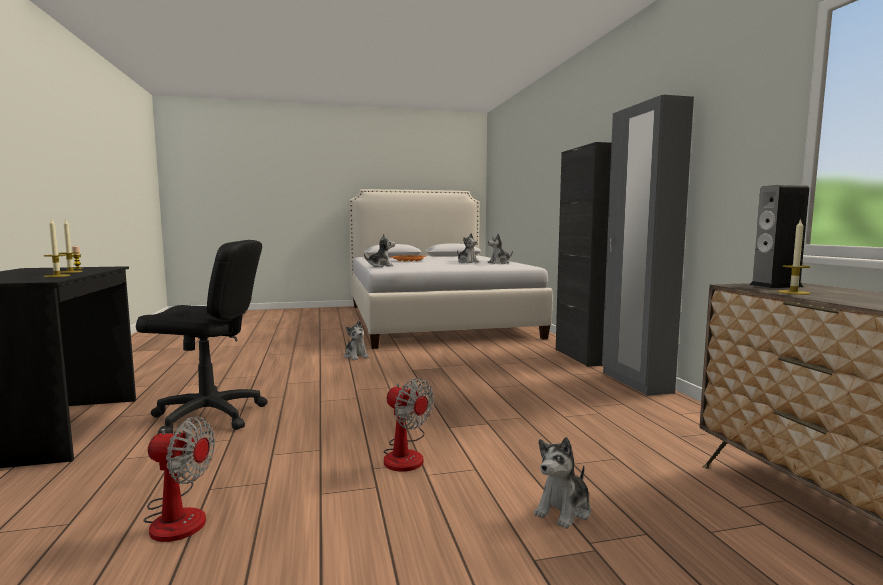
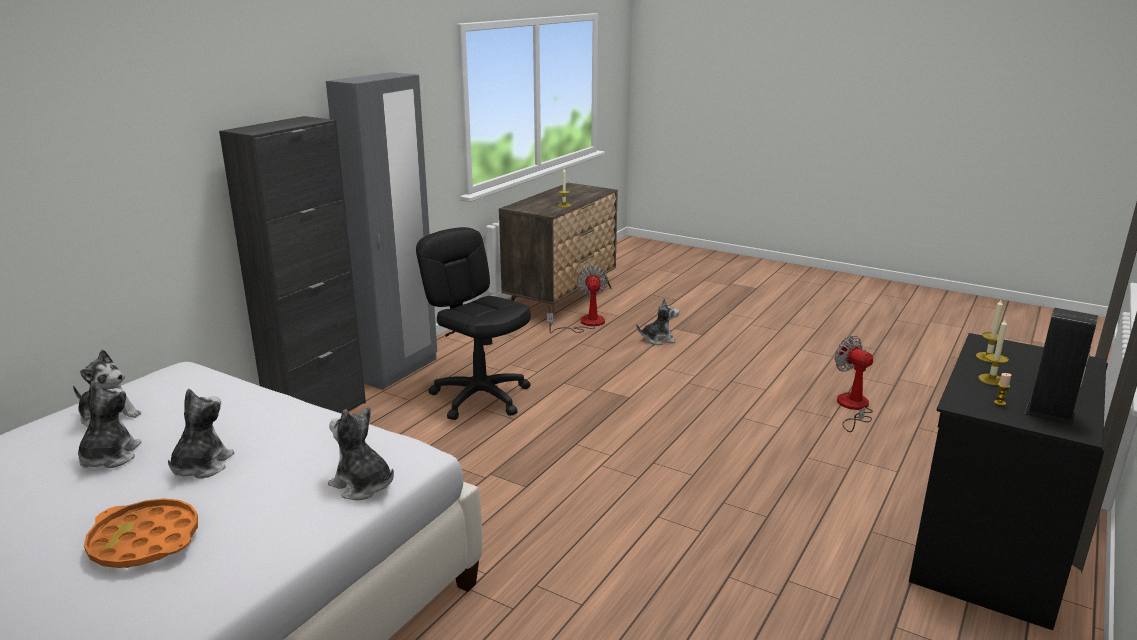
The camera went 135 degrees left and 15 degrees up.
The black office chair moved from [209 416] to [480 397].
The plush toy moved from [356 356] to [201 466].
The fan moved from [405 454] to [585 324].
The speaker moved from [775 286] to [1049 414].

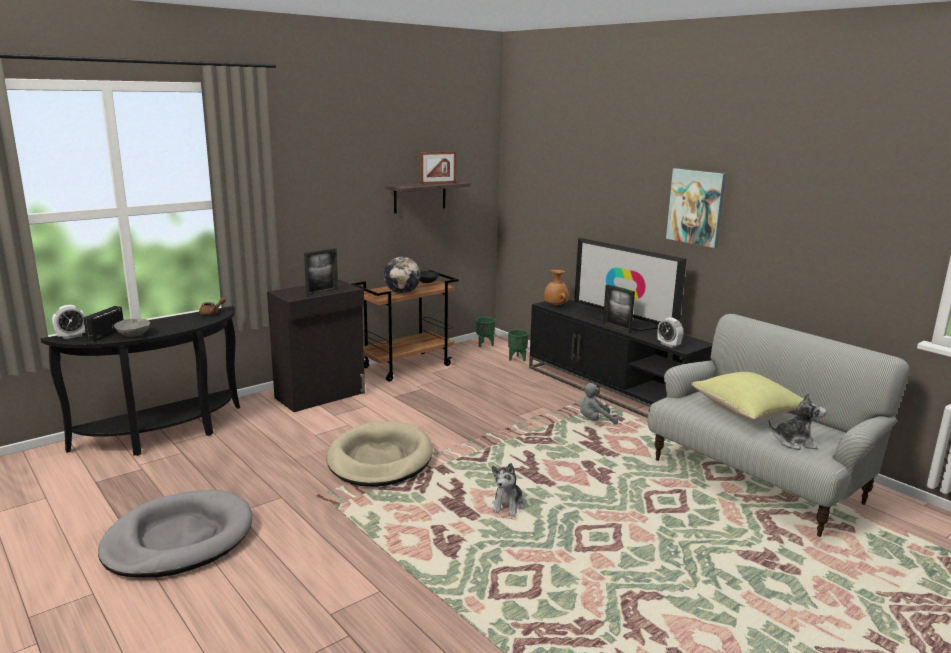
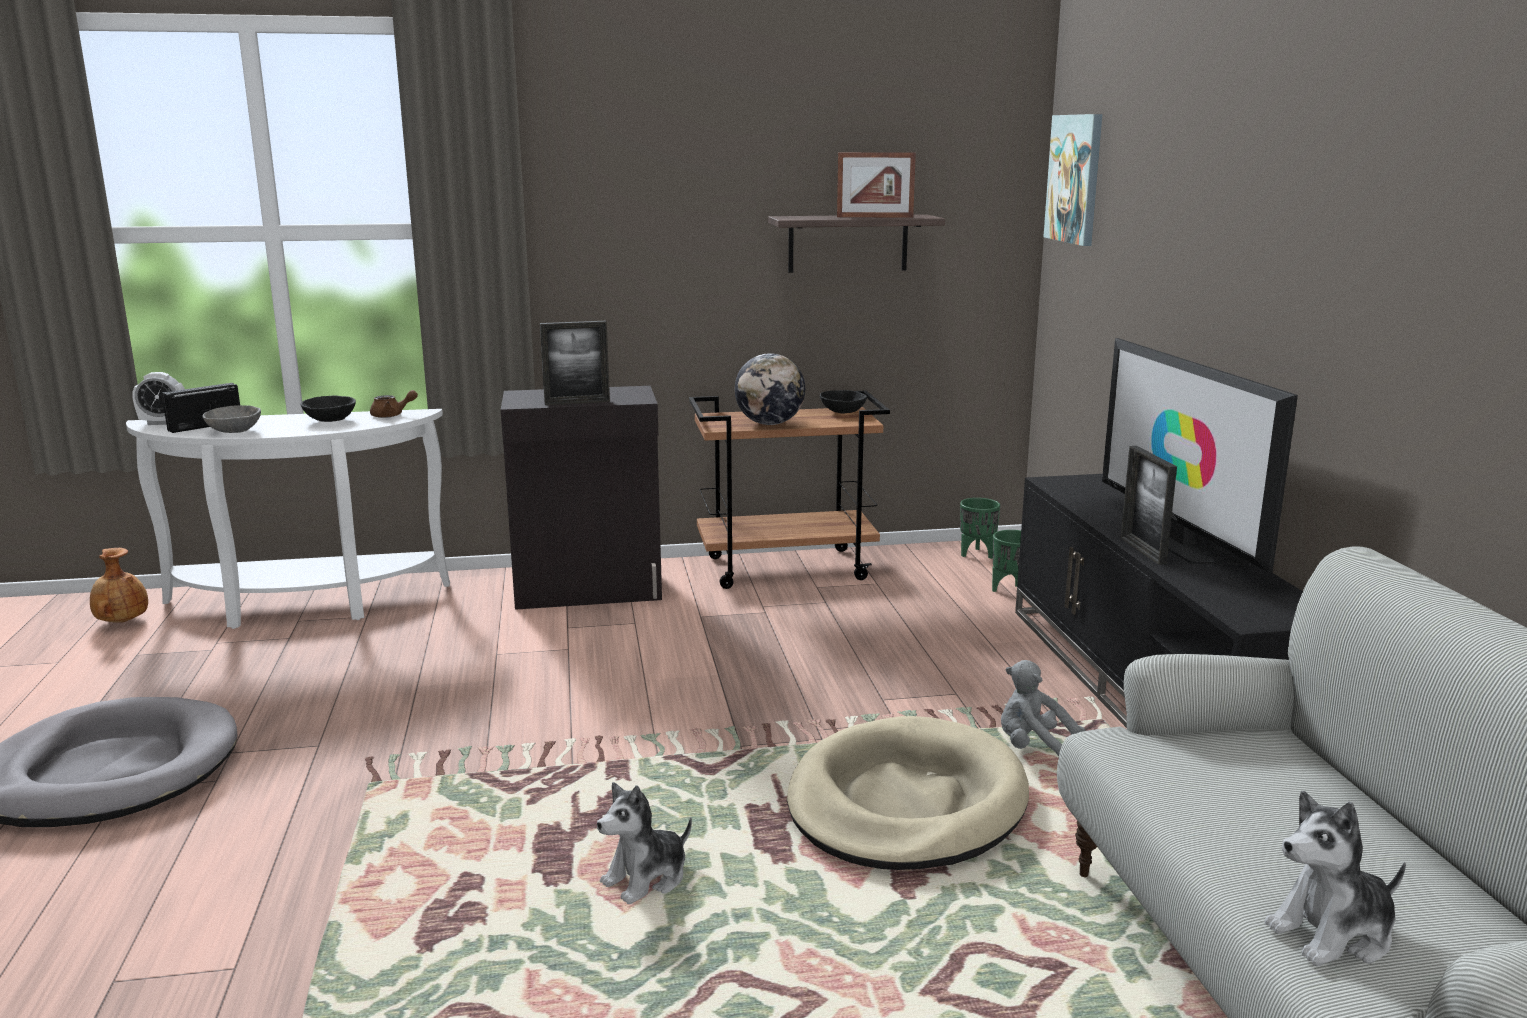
The camera went 30 degrees right and 0 degrees up.
The alarm clock at [668 345] disappeared.
The yellow pillow at [749 411] disappeared.
The black bowl at [329 420] appeared.
The beige dog bed moved from [380 459] to [906 803].
The brown vase moved from [555 305] to [121 622].
The picture moved from [696 207] to [1075 179].
The black console table at [165 435] became the white console table at [303 606].
The plush toy at [794 442] turned 120 degrees clockwise.

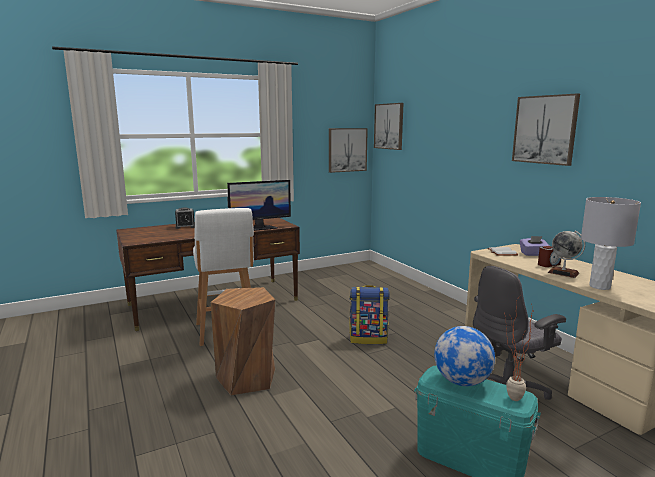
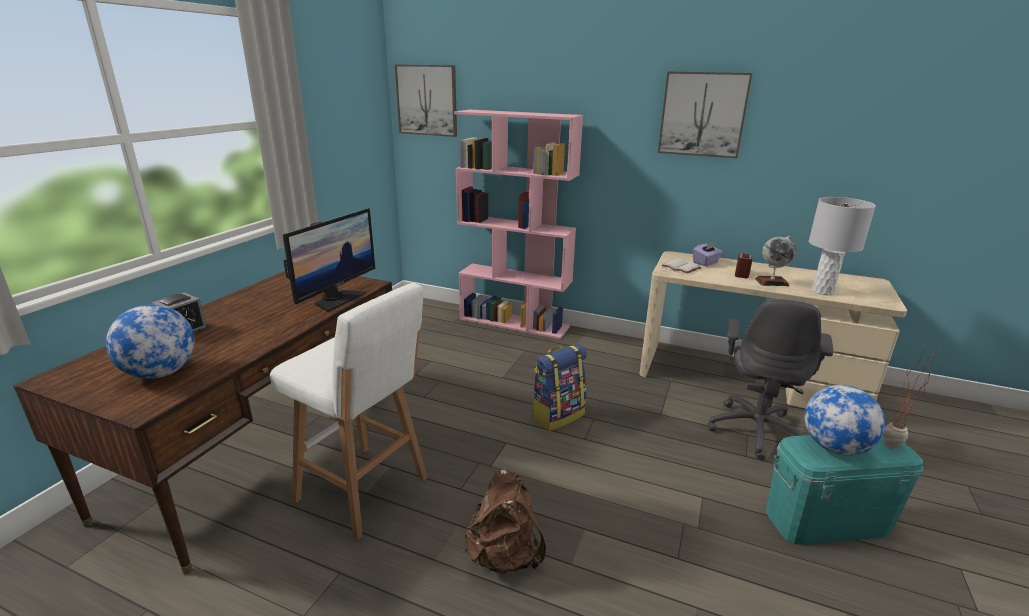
The camera went 40 degrees left and 10 degrees up.
The picture at [347 150] disappeared.
The globe at [161 373] appeared.
The pink bookcase at [515 322] appeared.
The brown stool at [247 378] was replaced by the brown backpack at [504 556].

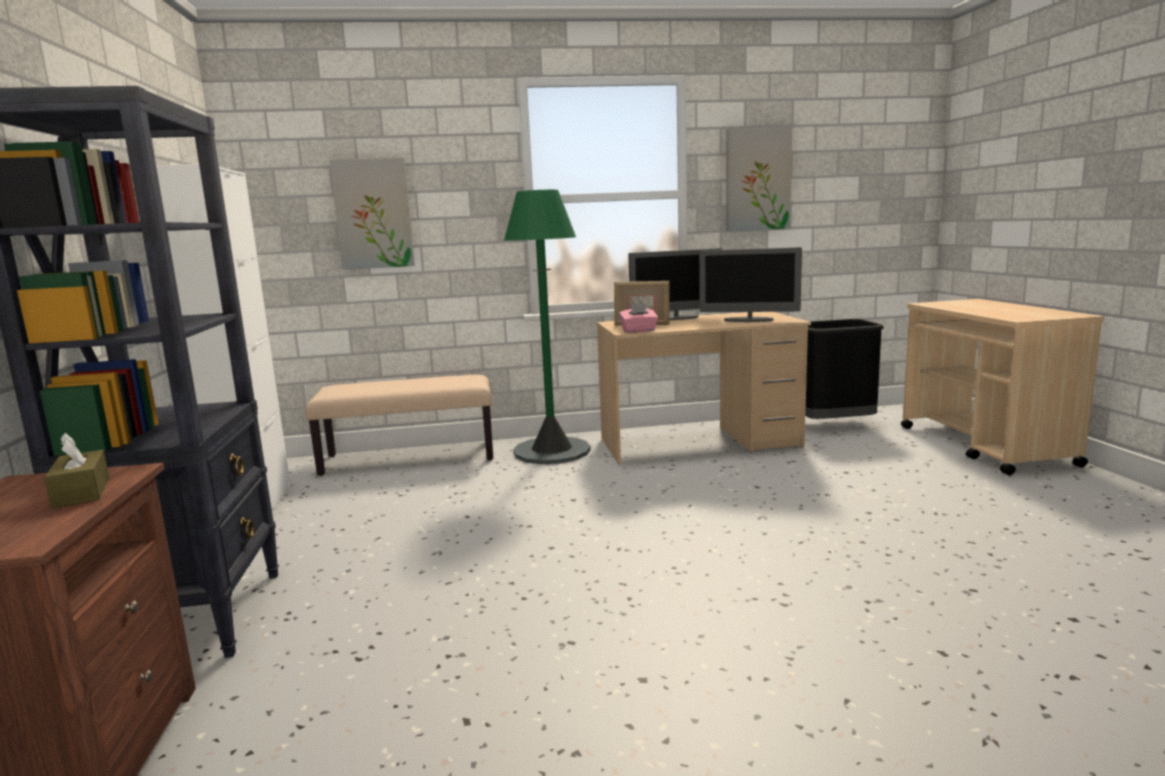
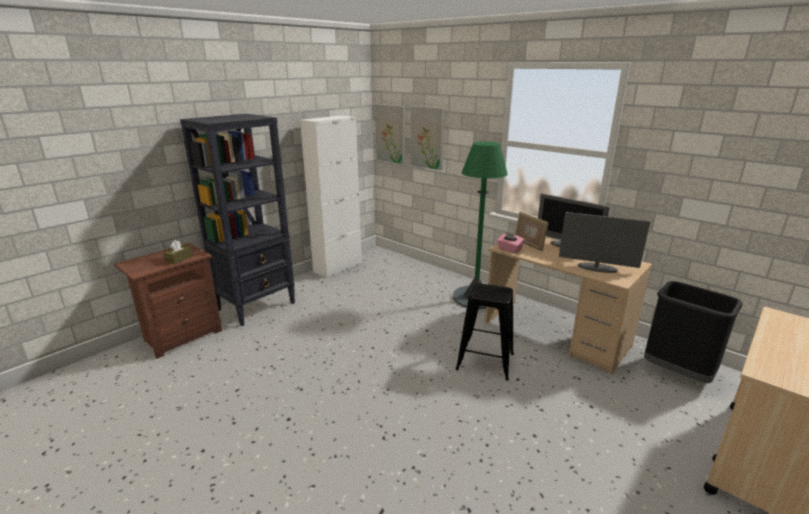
The camera went 50 degrees right and 10 degrees up.
The beige bench at [410 457] disappeared.
The black stool at [485 362] appeared.
The picture moved from [757 179] to [391 133].
The monitor at [749 320] turned 135 degrees clockwise.

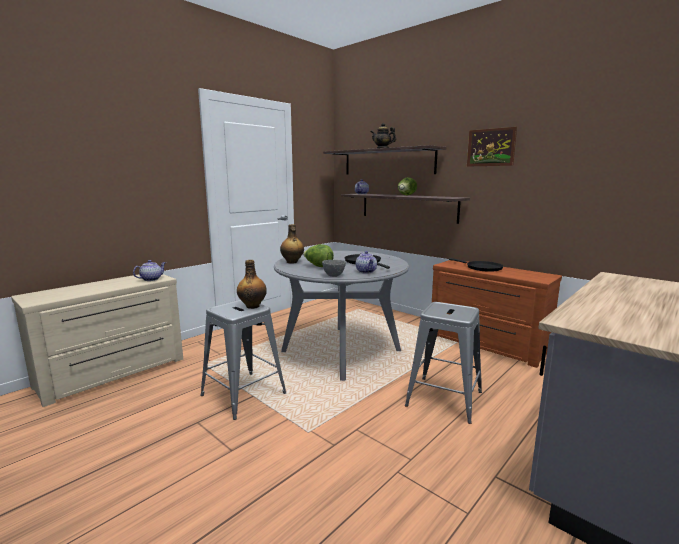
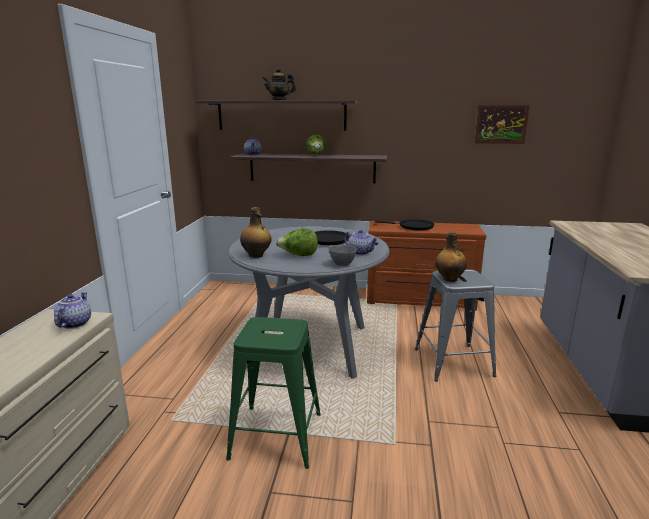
The camera went 35 degrees left and 5 degrees up.
The bottle moved from [252 306] to [449 279].
The picture moved from [491 147] to [500 124].
The grey stool at [244 394] became the green stool at [277 435].

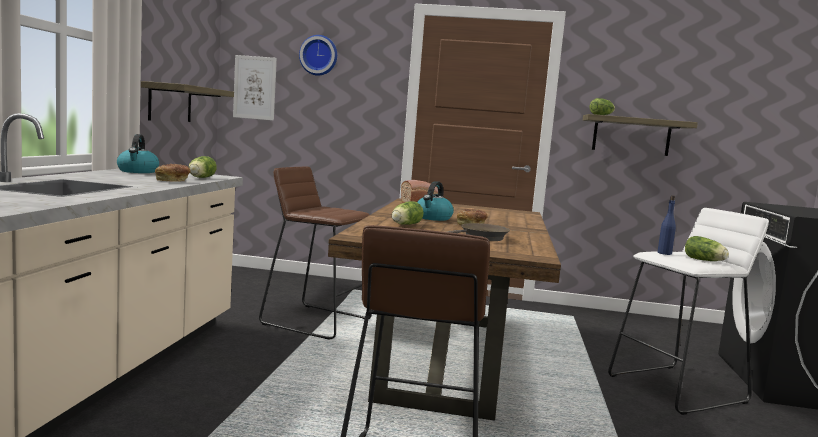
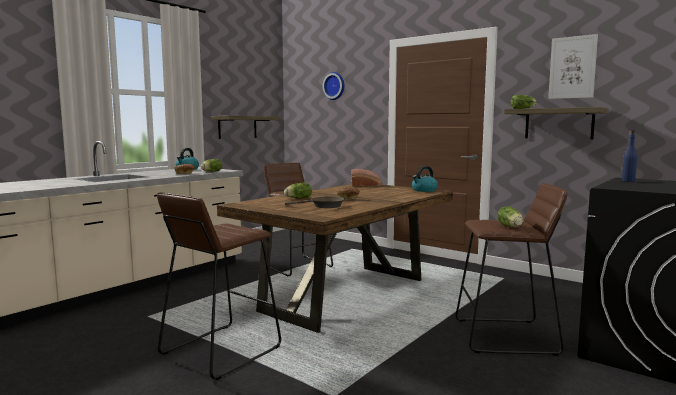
The camera went 30 degrees right and 0 degrees up.
The picture moved from [254 87] to [572 67].
The kettle moved from [433 218] to [424 190].
The blue bottle moved from [664 253] to [628 181].
The white stool at [677 389] became the brown stool at [506 336].

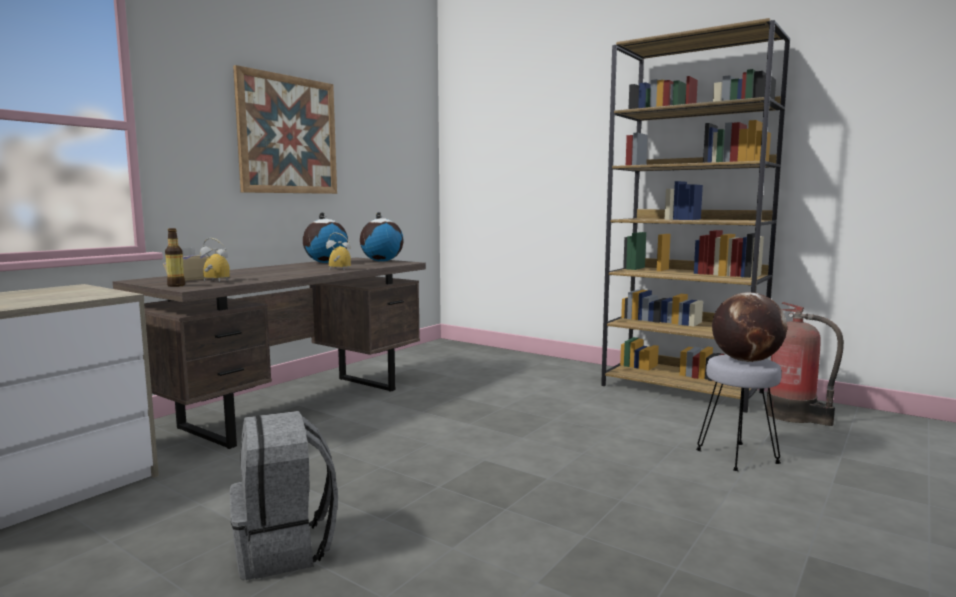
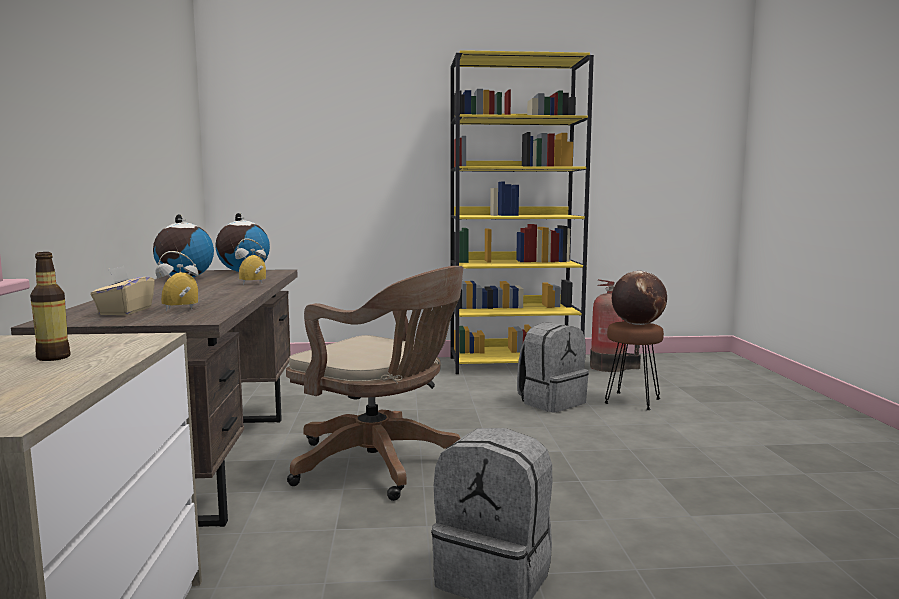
The camera went 40 degrees left and 0 degrees up.
The picture at [288 135] disappeared.
The brown office chair at [381 465] appeared.
The grey backpack at [551 402] appeared.
The bottle moved from [176 285] to [53 357].
The brown bookcase at [682 389] became the yellow bookcase at [515 364].
The grey stool at [737 456] became the brown stool at [631 401].

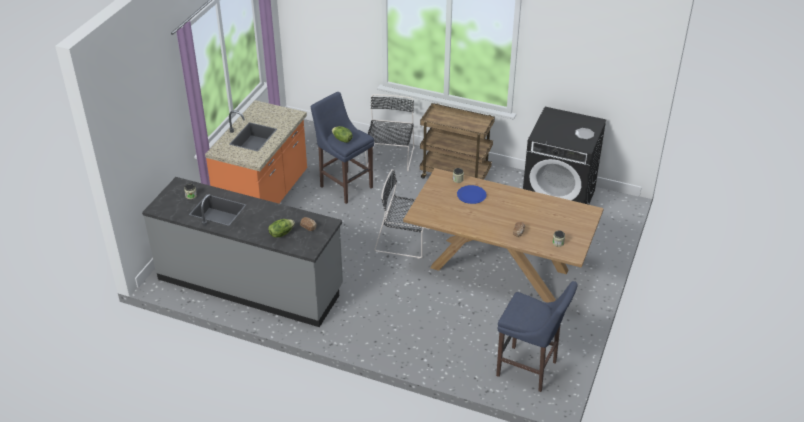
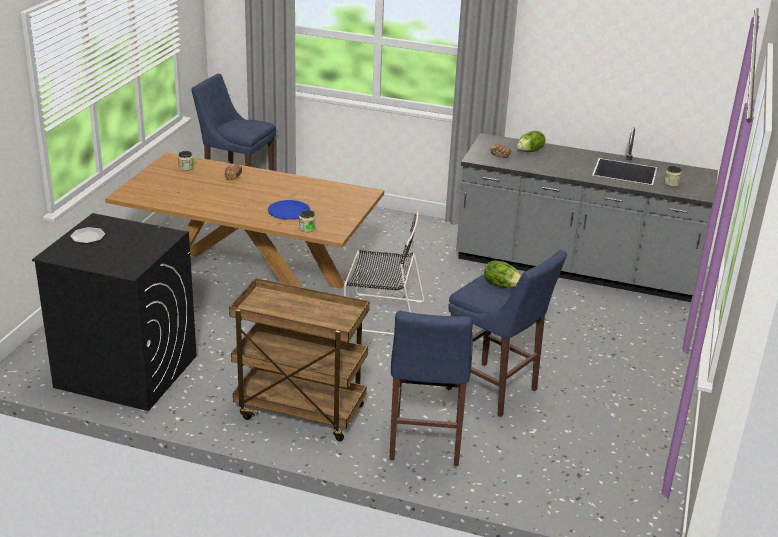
The camera went 175 degrees right and 10 degrees down.
The orange counter at [264 196] disappeared.
The black chair at [390 158] was replaced by the blue stool at [424 443].

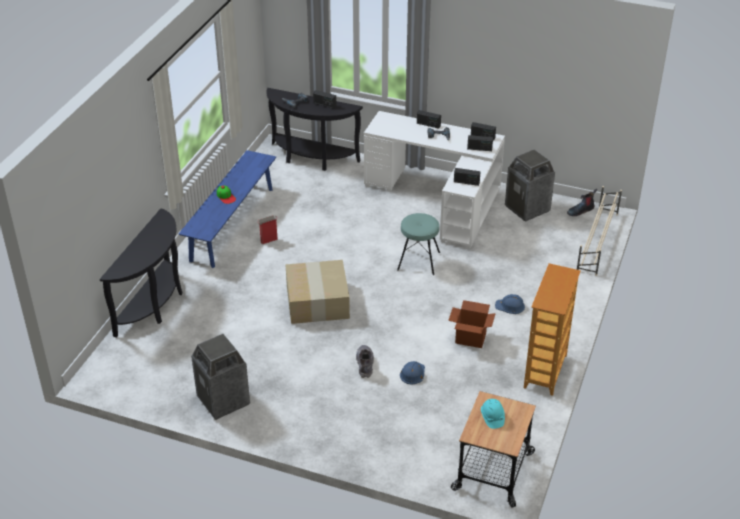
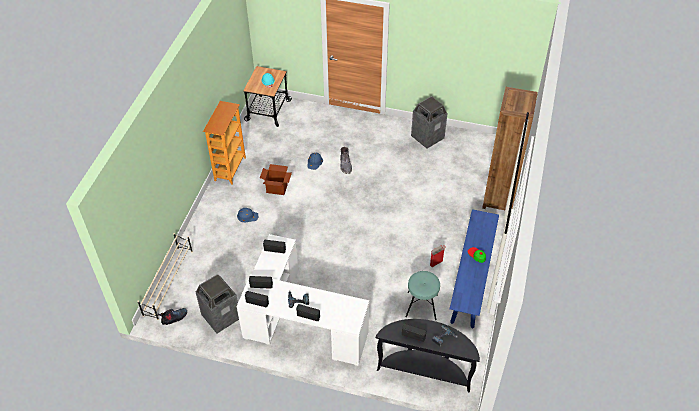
The camera went 175 degrees right and 10 degrees up.
The cardboard box at [316 301] disappeared.
The turquoise stool moved from [418 261] to [421 306].
The black console table at [155 304] was replaced by the brown bookcase at [499 198].

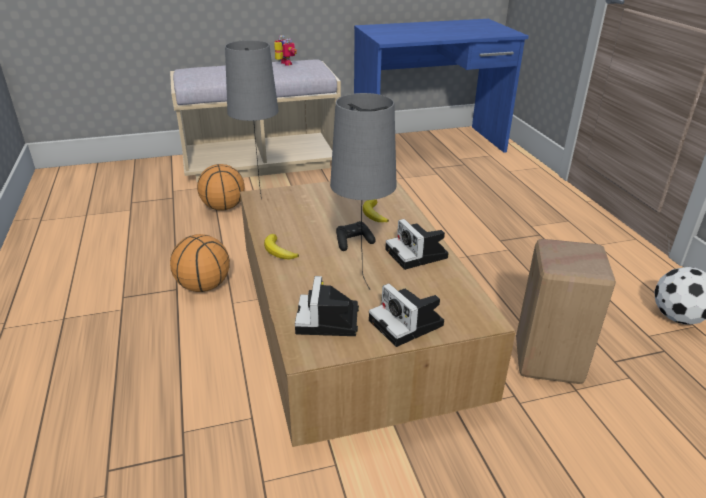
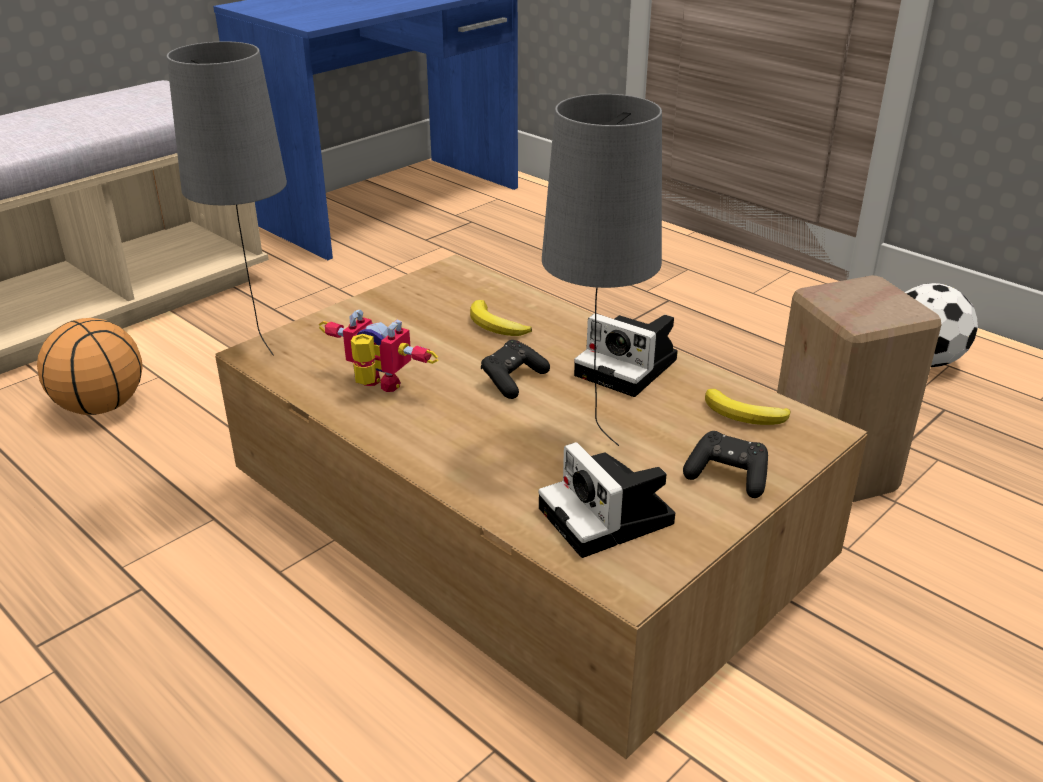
The camera went 30 degrees left and 0 degrees up.
The basketball at [204 286] disappeared.
The banana moved from [278 251] to [745 415].
The toy robot moved from [283 64] to [376 387].
The photo camera at [408 324] was replaced by the black game controller at [727 476].

